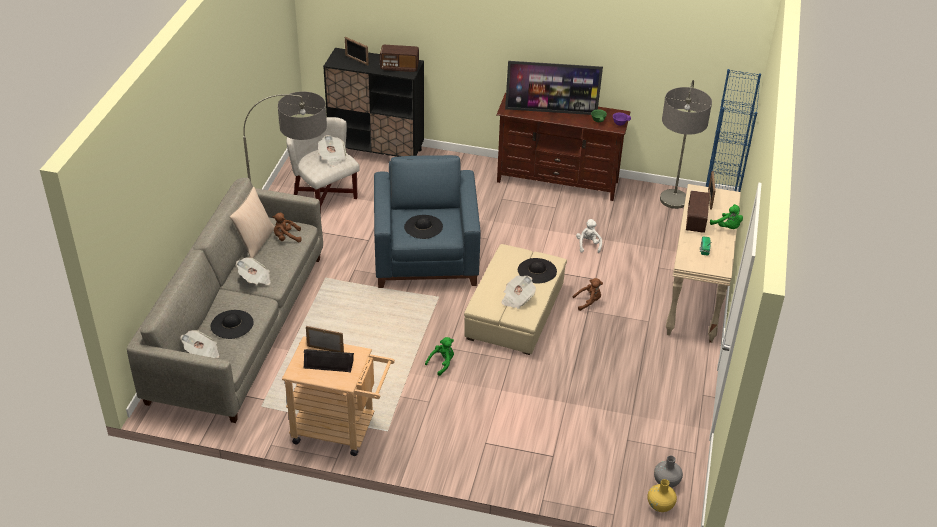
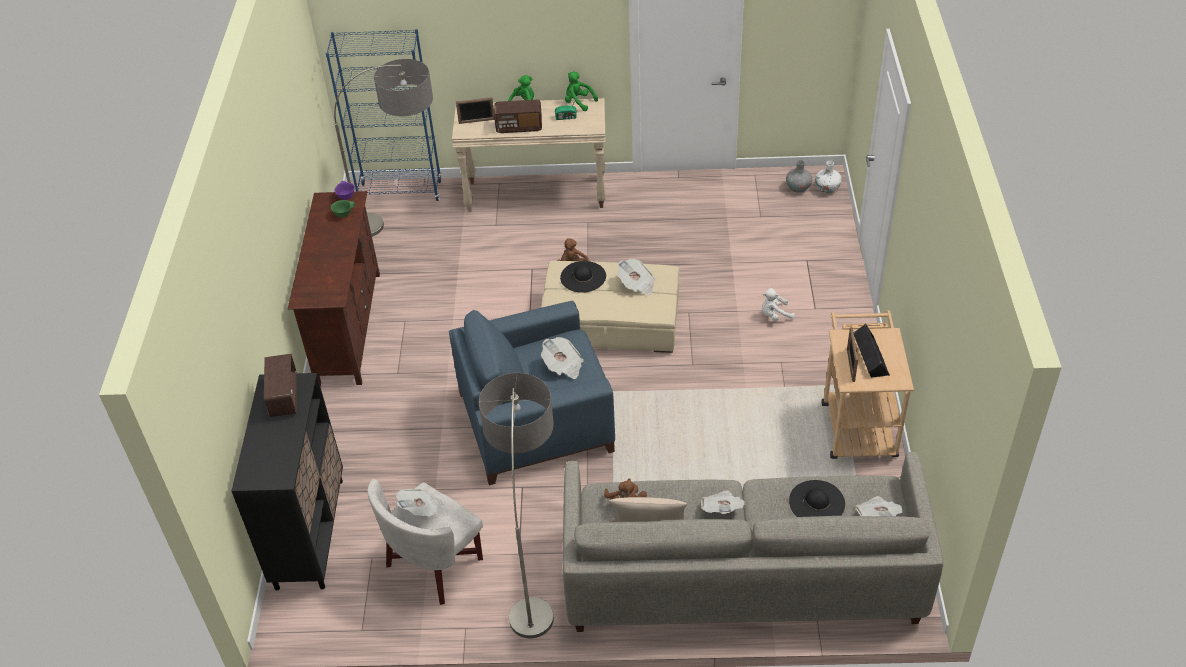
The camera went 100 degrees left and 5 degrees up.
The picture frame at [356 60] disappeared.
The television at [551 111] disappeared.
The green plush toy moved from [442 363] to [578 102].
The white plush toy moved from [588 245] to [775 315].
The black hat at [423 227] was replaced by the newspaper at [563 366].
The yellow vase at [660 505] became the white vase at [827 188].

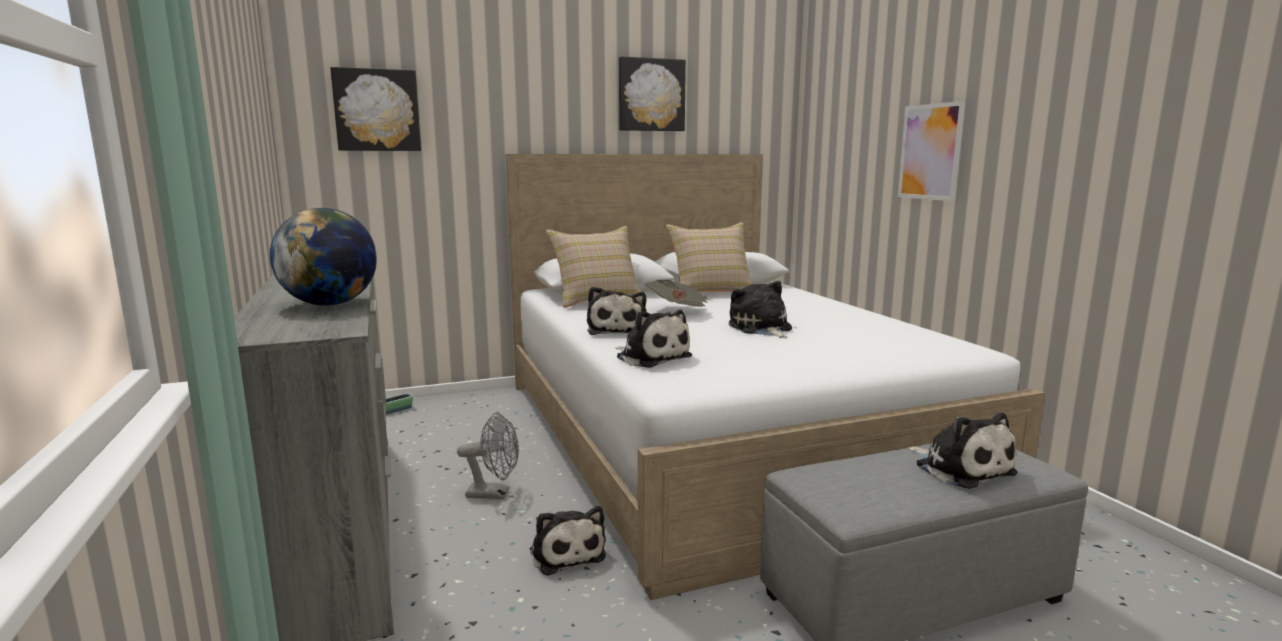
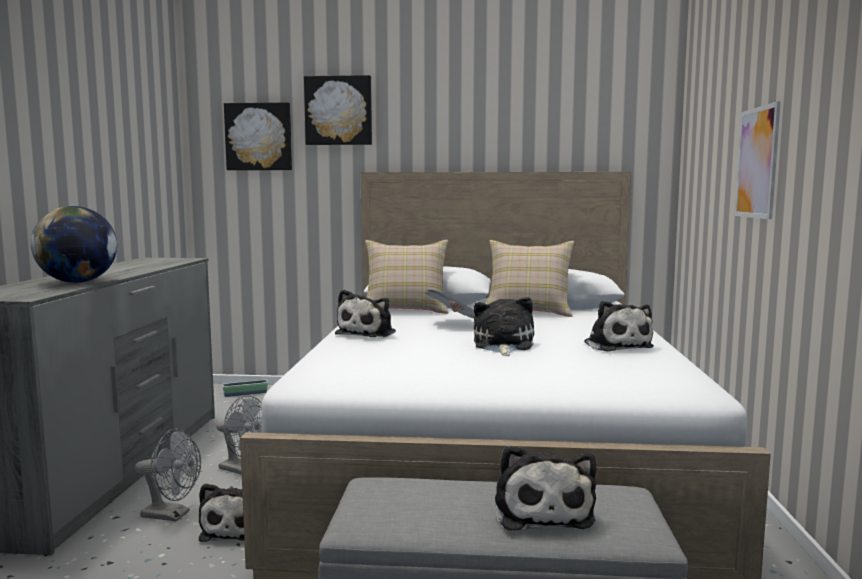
The camera went 25 degrees right and 5 degrees down.
The grey fan at [172 515] appeared.
The plush toy moved from [651 357] to [616 345].
The picture moved from [651 95] to [338 111].

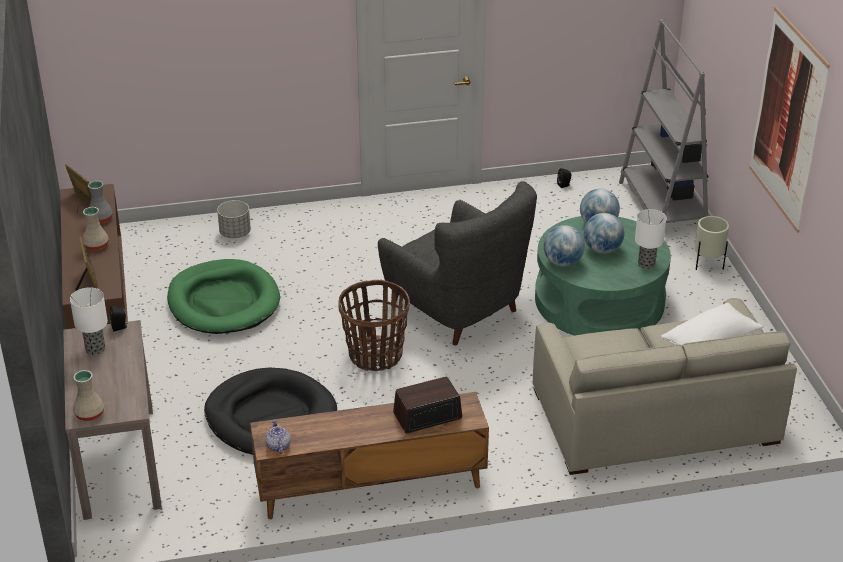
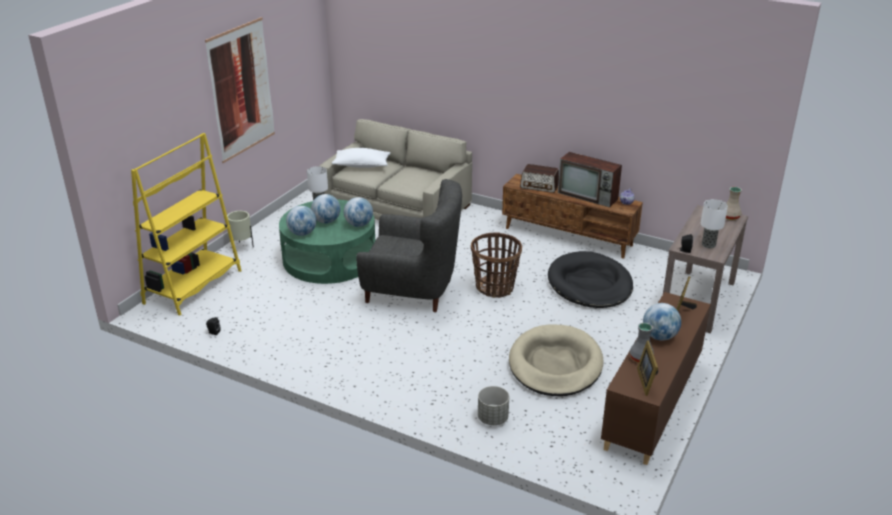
The camera went 140 degrees left and 5 degrees down.
The television at [589 196] appeared.
The beige vase at [95 245] was replaced by the globe at [659 336].
The green dog bed at [223 301] became the beige dog bed at [555 365].
The grey bookcase at [662 208] became the yellow bookcase at [193 287].
The grey armchair at [457 308] turned 105 degrees clockwise.

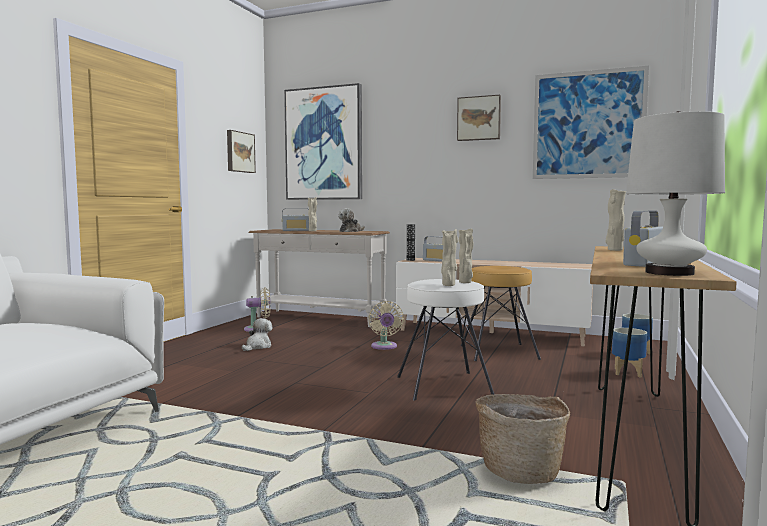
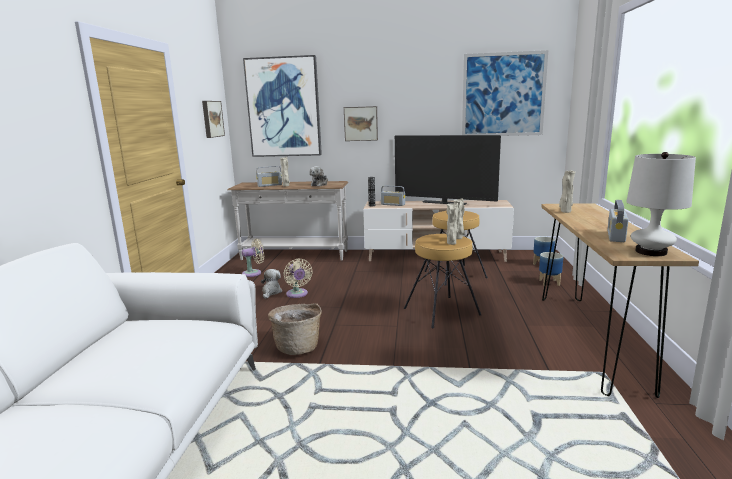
The camera went 15 degrees left and 10 degrees up.
The television at [444 203] appeared.
The beige fan moved from [384 347] to [297 294].
The picture moved from [479 118] to [361 123].
The basket moved from [521 470] to [298 347].
The white stool at [443 385] became the brown stool at [442 311].

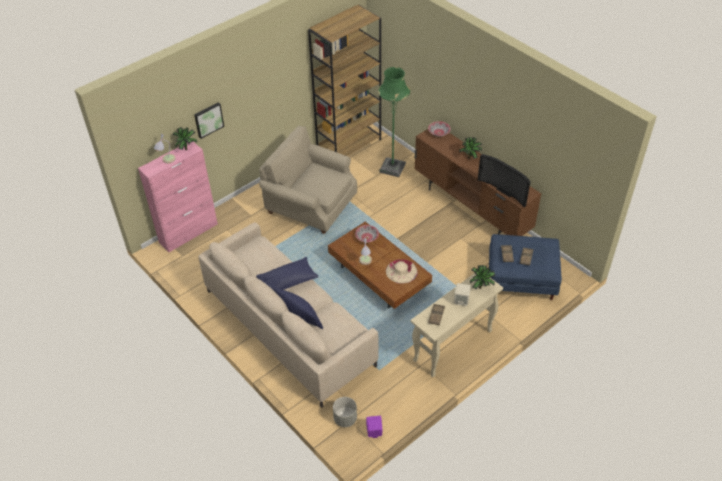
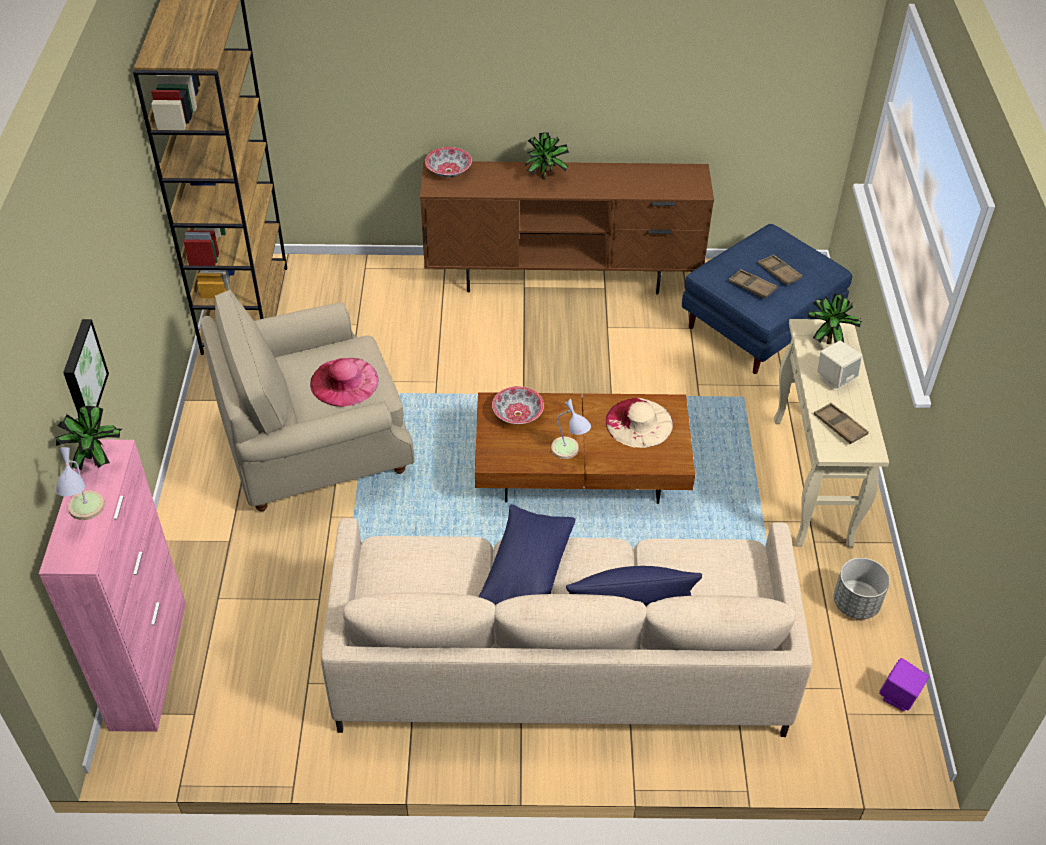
The camera went 50 degrees left and 0 degrees up.
The green floor lamp at [392 168] disappeared.
The television at [505 190] disappeared.
The pink hat at [344 382] appeared.
The grey planter moved from [345 418] to [855 604].

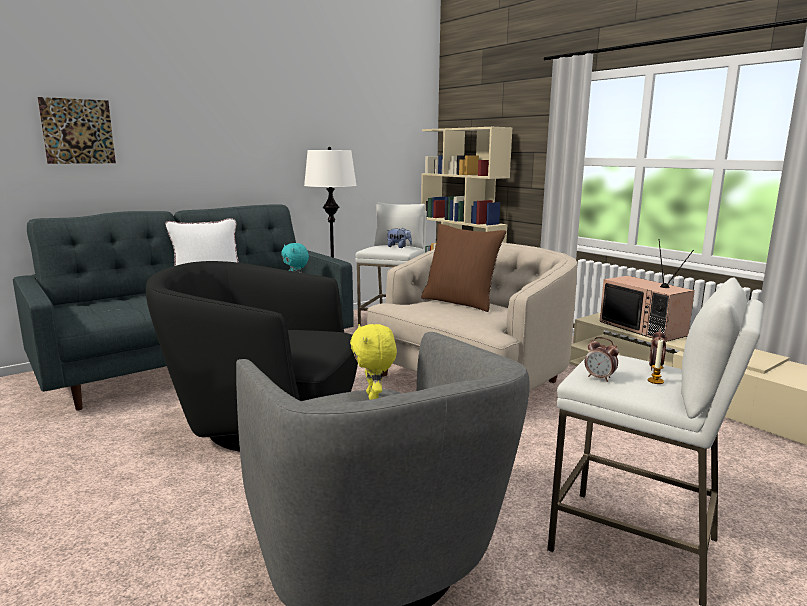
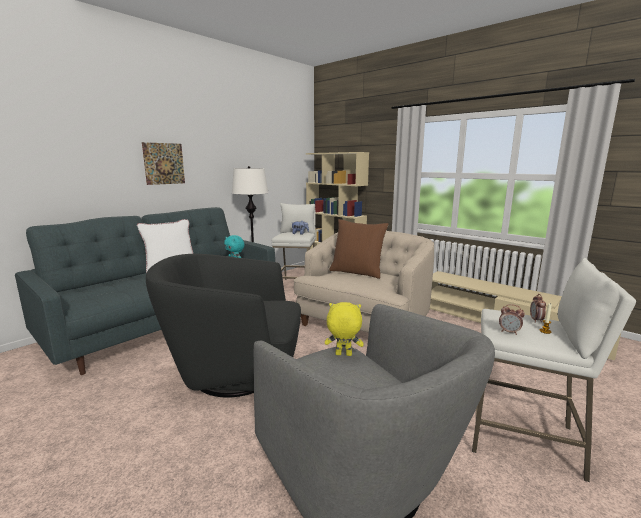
The camera went 10 degrees left and 0 degrees up.
The television at [644 328] disappeared.
The picture moved from [78 131] to [164 163].
The yellow plush toy at [374 397] turned 120 degrees clockwise.

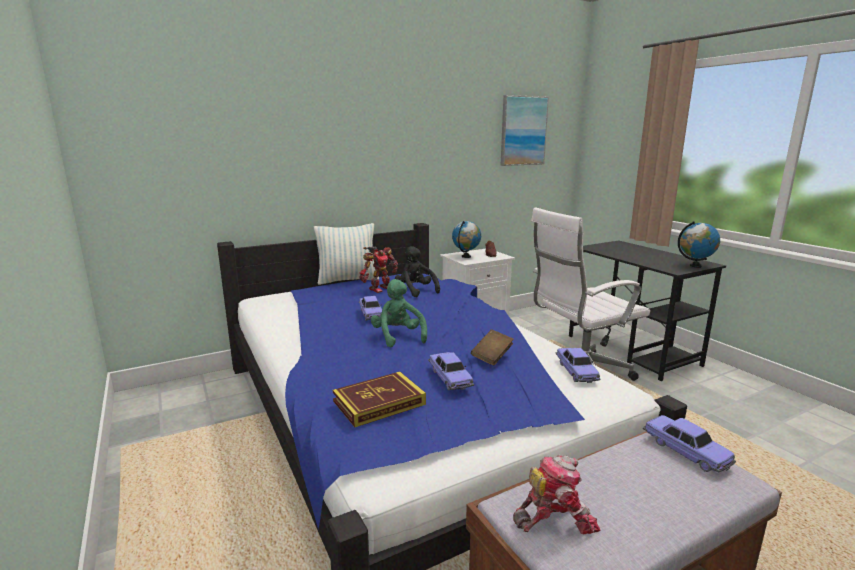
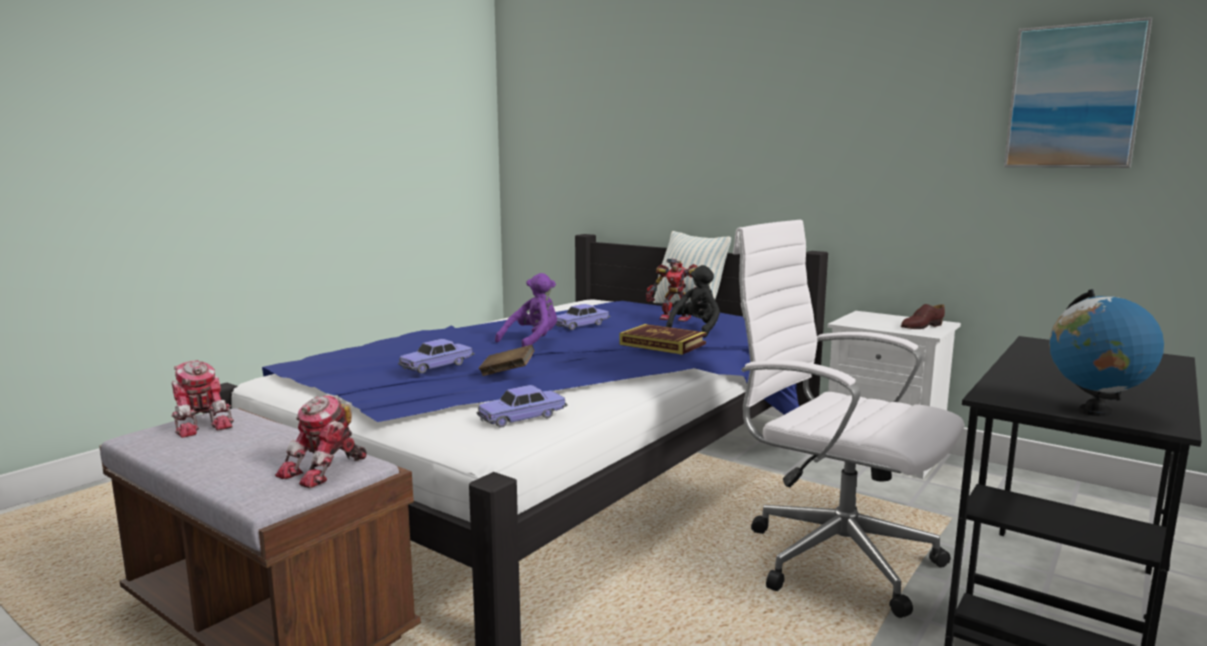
The camera went 65 degrees right and 5 degrees down.
The globe at [466 256] disappeared.
The book moved from [379 403] to [662 344].
The toy car at [686 451] was replaced by the toy robot at [326 470].
The green plush toy at [398 336] became the purple plush toy at [532 342].

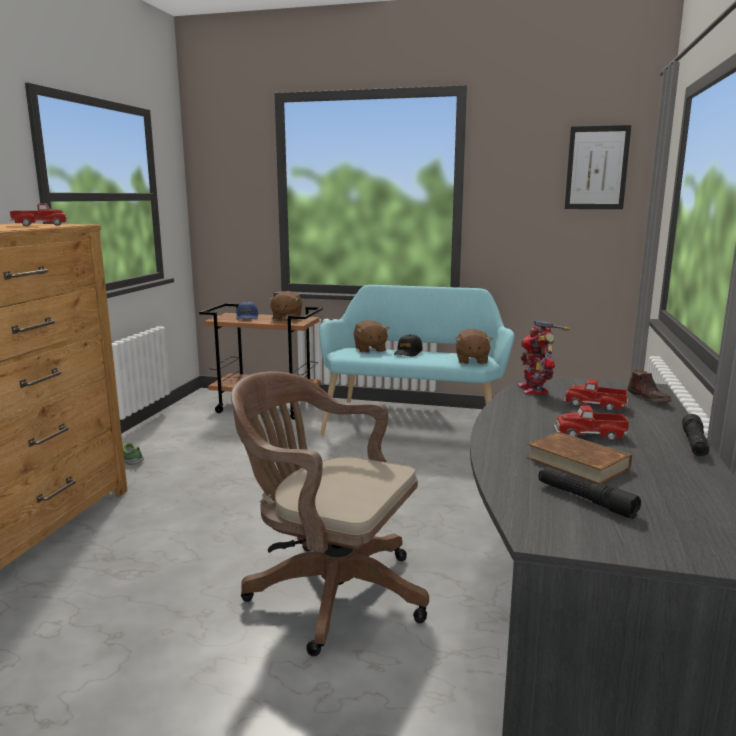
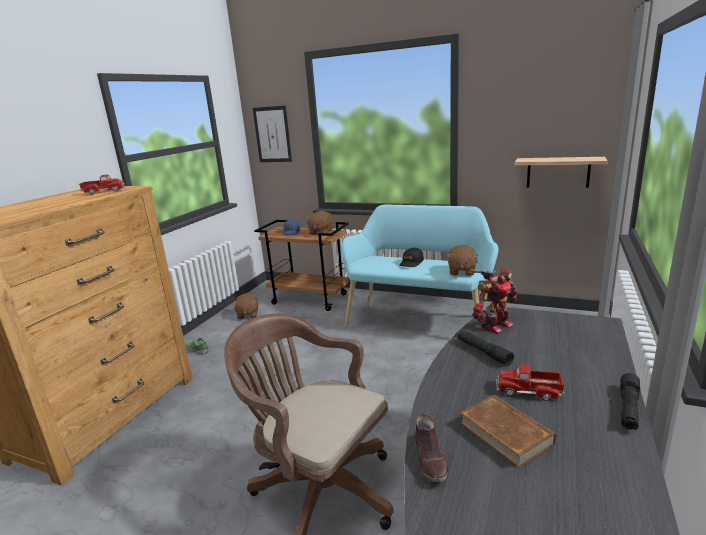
The camera went 10 degrees right and 5 degrees up.
The toy truck at [595 405] disappeared.
The shelf at [558 172] appeared.
The brown plush toy moved from [370 349] to [247 314].
The black flashlight moved from [585 500] to [483 352].
The picture moved from [597 168] to [272 134].
The brown shoe moved from [649 398] to [431 459].
The toy robot at [535 389] turned 135 degrees counterclockwise.

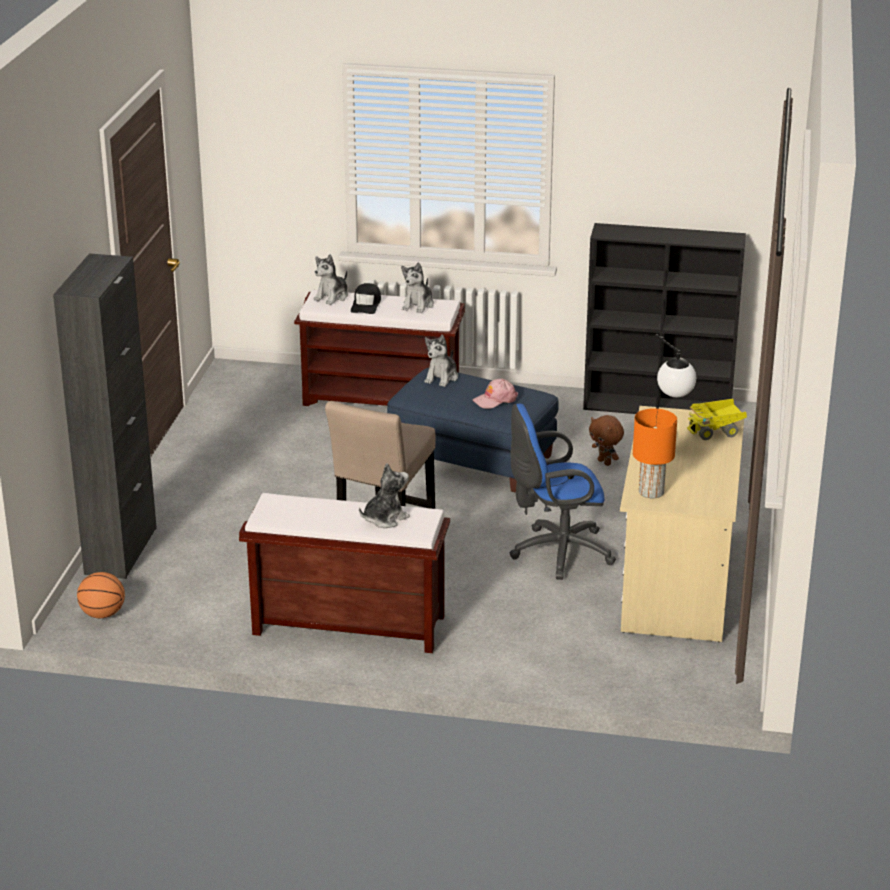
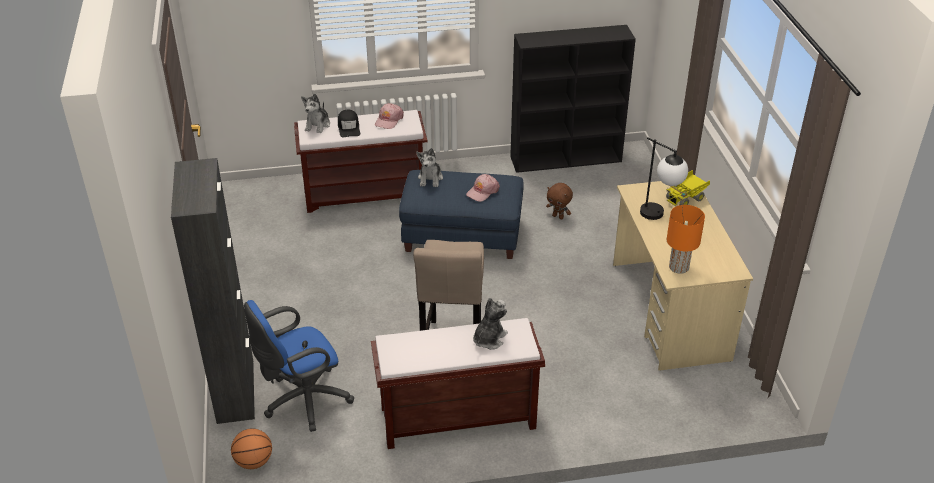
The camera went 20 degrees left and 10 degrees up.
The blue office chair moved from [556 553] to [302 401].
The plush toy at [418 305] was replaced by the pink cap at [389 120].

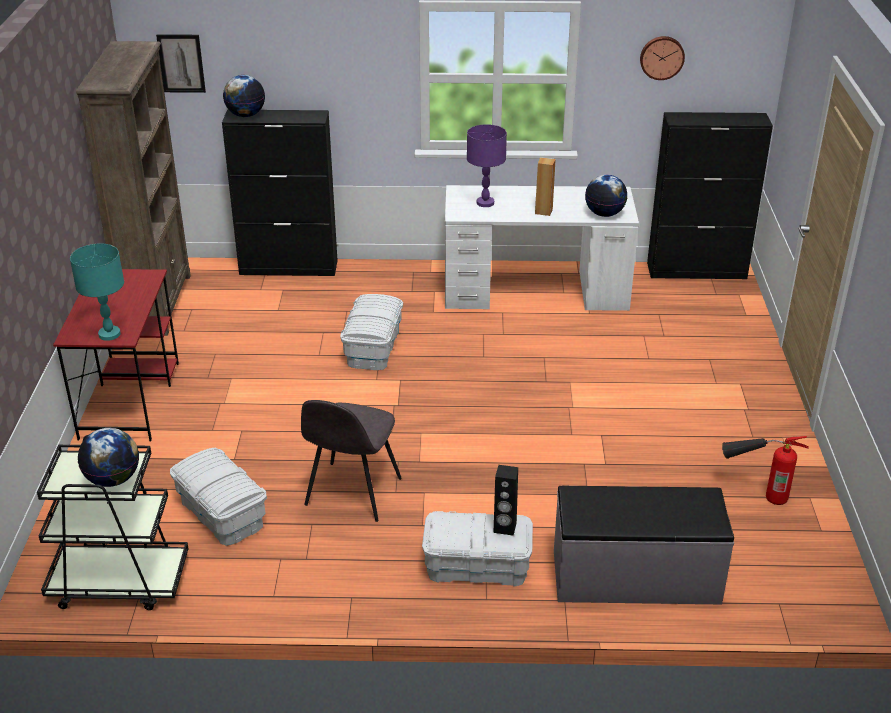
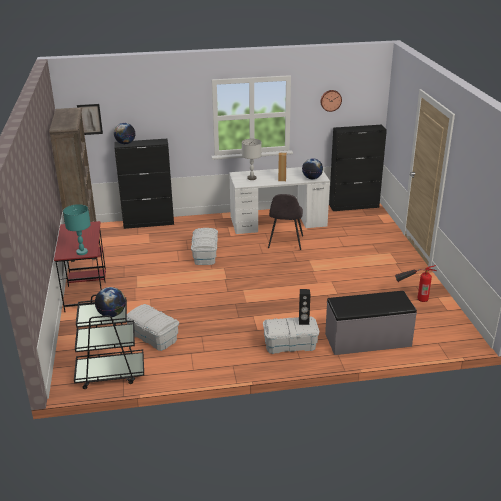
The camera went 10 degrees left and 5 degrees down.
The grey chair moved from [352 493] to [285 242].
The purple table lamp at [485 203] became the grey table lamp at [252 178].

